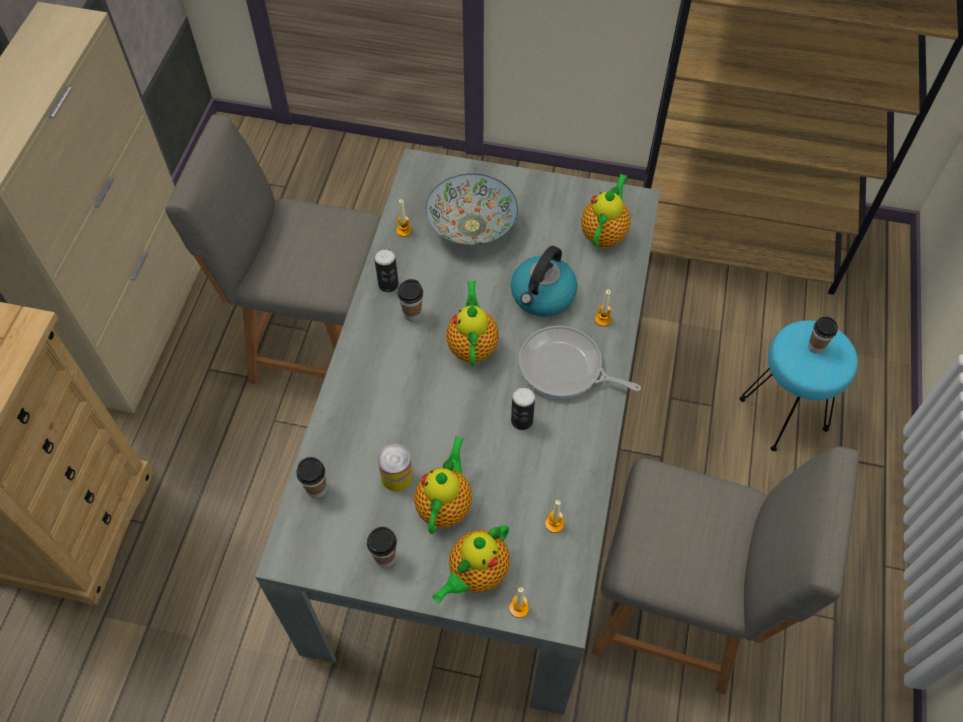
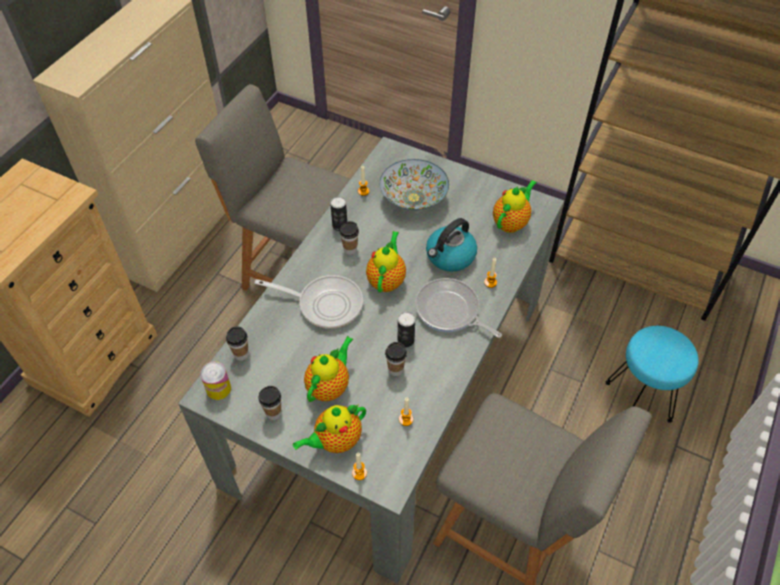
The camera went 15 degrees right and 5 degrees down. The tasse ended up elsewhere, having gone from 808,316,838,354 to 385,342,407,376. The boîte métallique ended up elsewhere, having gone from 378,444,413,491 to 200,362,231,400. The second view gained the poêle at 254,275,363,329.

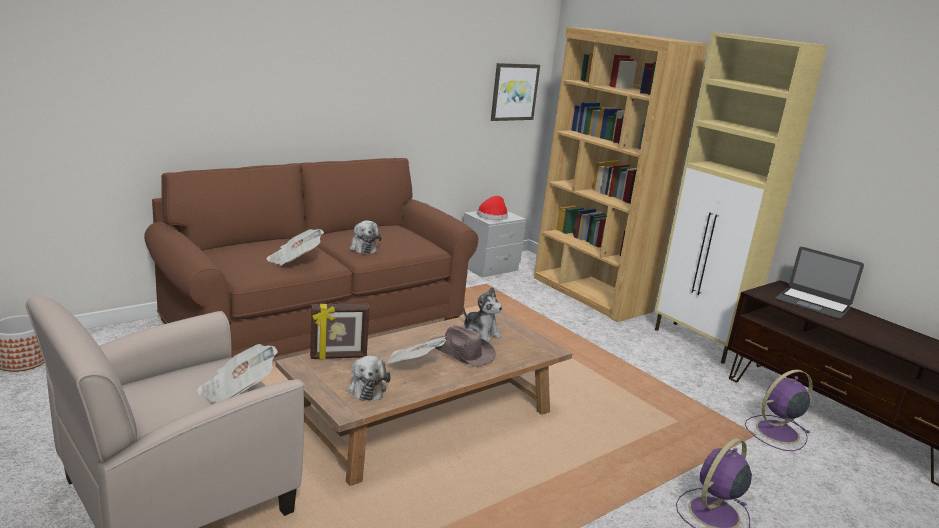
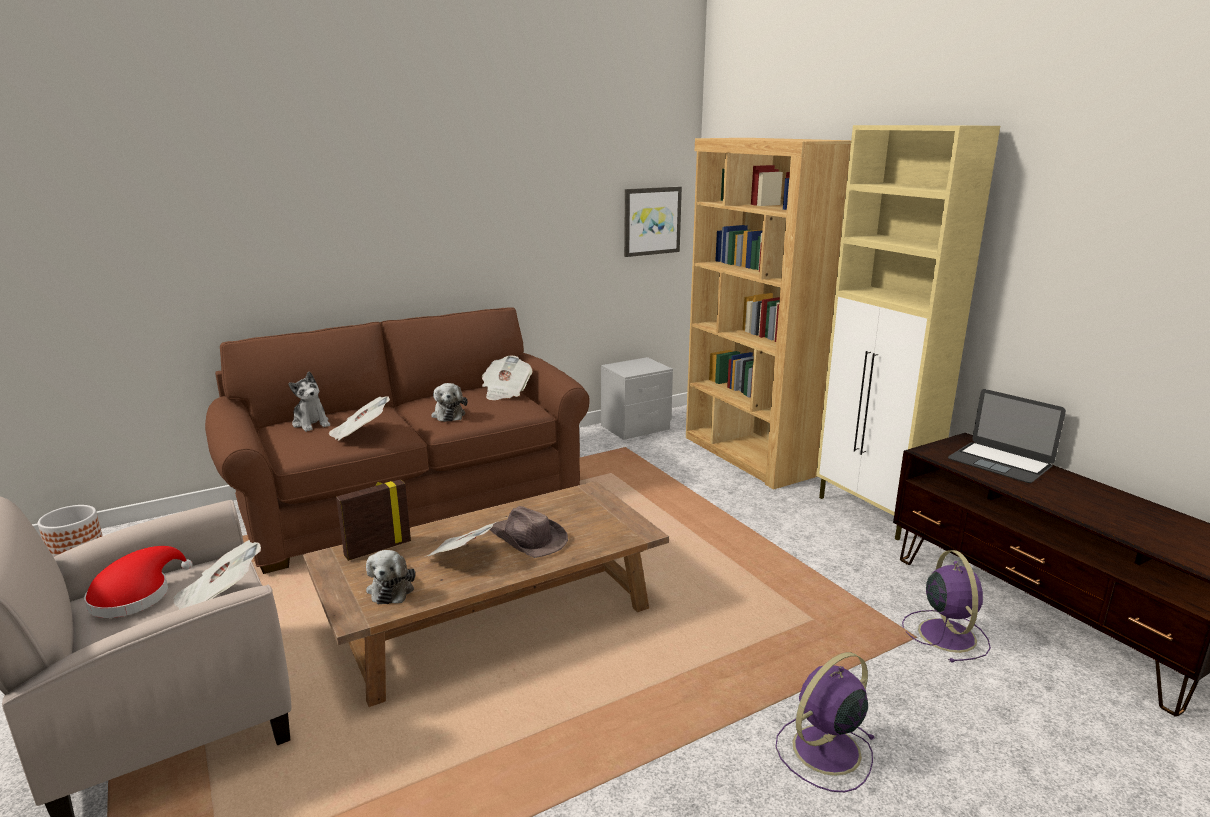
The camera went 10 degrees right and 0 degrees up. The chapeau [rouge] ended up elsewhere, having gone from 477,196,508,220 to 84,546,192,618. The peluche ended up elsewhere, having gone from 463,287,503,343 to 288,372,330,432. The cadre photo at 310,304,369,360 ended up facing another way, 150 degrees clockwise from before. The ventilateur [violet] at 745,370,812,451 ended up facing another way, 105 degrees clockwise from before. The second view gained the journal at 482,356,533,400.

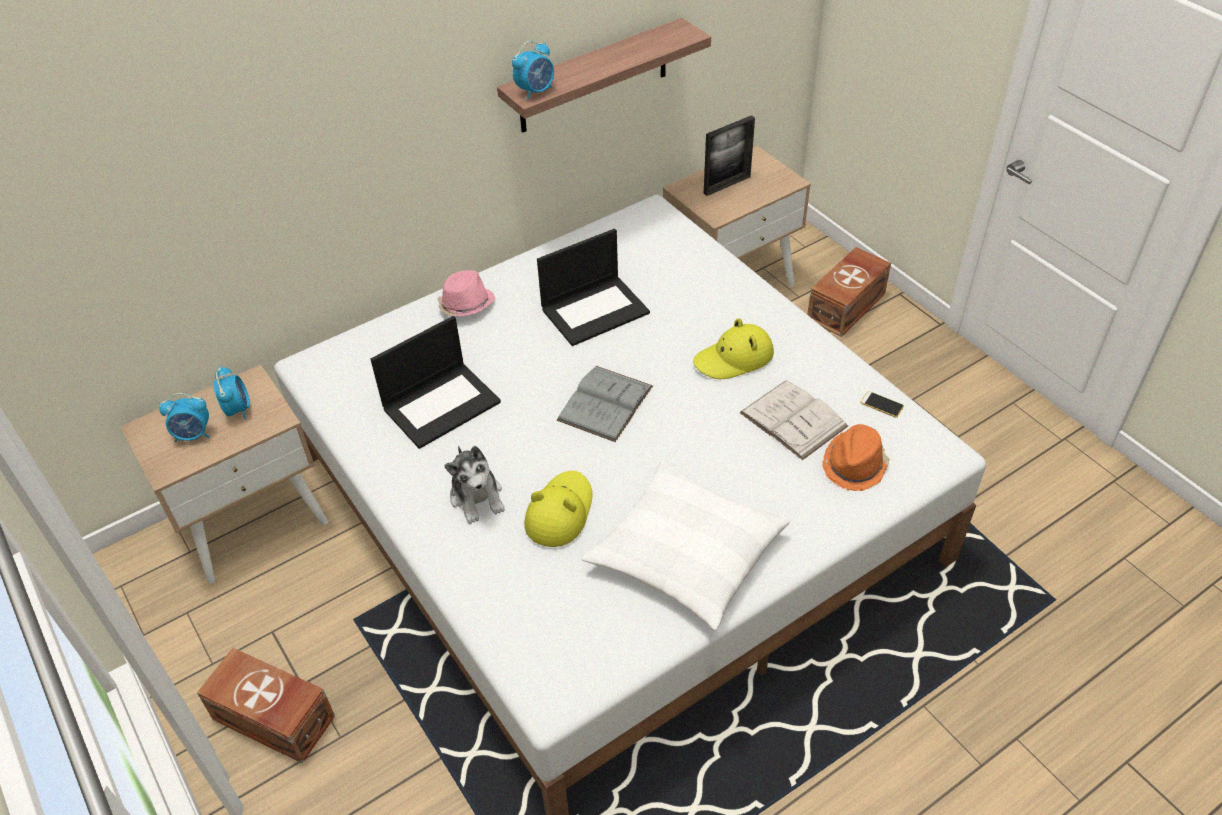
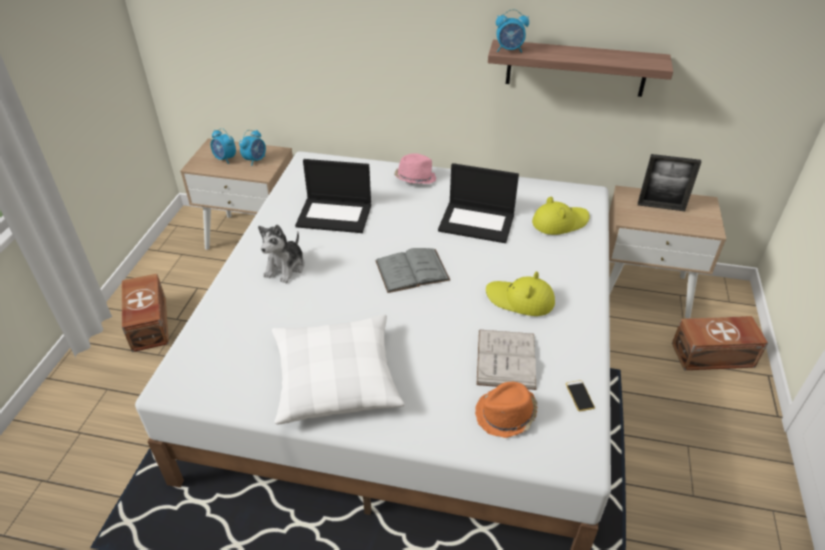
The camera went 45 degrees right and 5 degrees down. The chapeau [jaune] ended up elsewhere, having gone from 524,471,592,547 to 532,197,589,235.

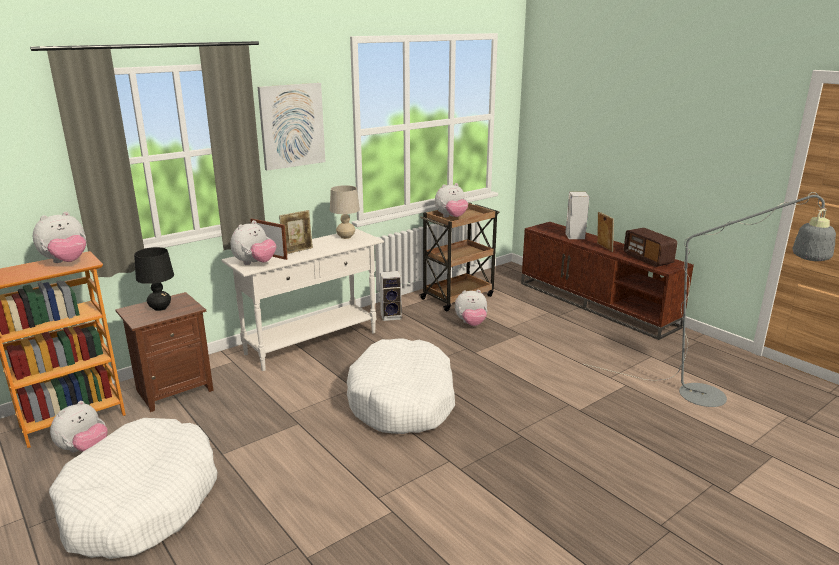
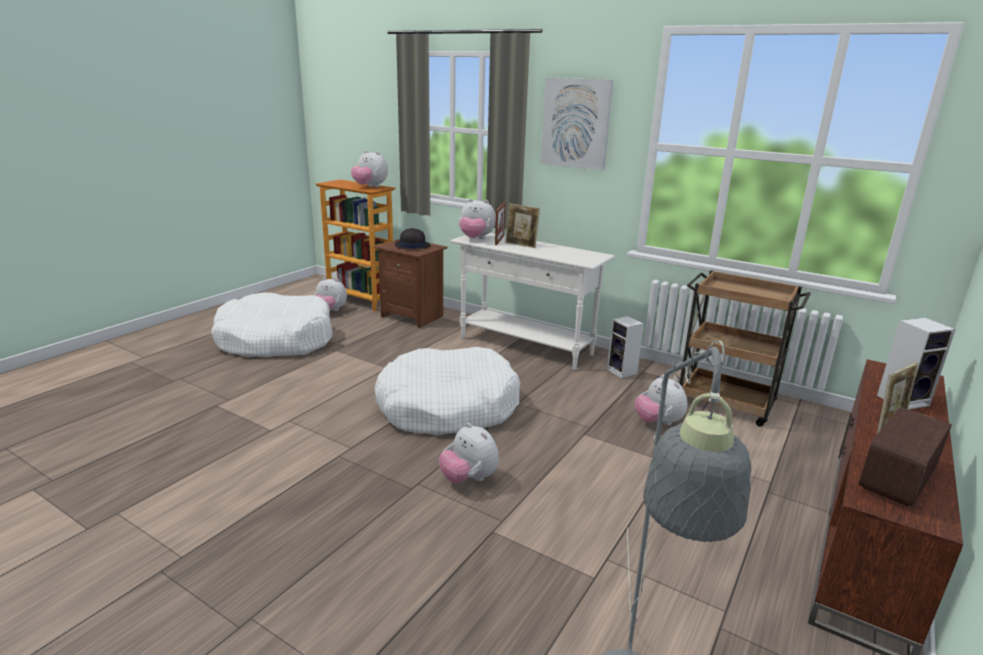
The camera went 70 degrees right and 0 degrees up. The peluche ended up elsewhere, having gone from 435,183,468,217 to 439,423,499,483. The second view lost the lampe de table [beige] at 330,185,360,239. Where the lampe de table [noir] stood at 134,247,174,311, the chapeau [noir] came to stand at 395,228,431,250.

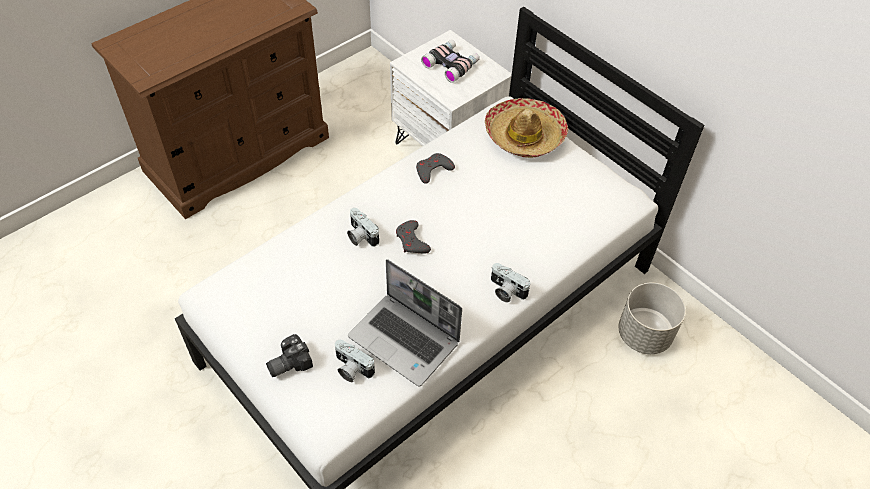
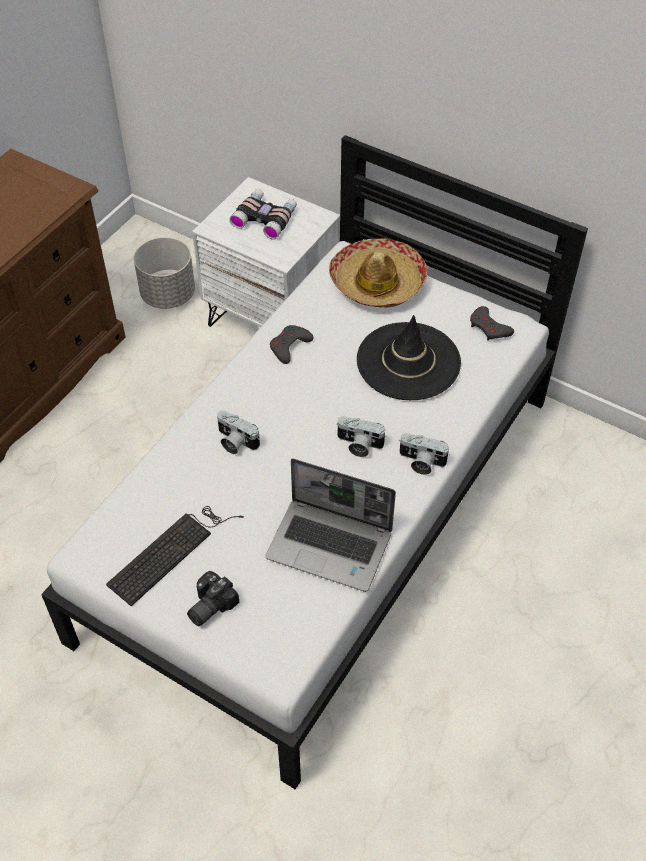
The camera went 15 degrees left and 0 degrees up. The manette [gris] ended up elsewhere, having gone from 396,220,431,254 to 470,306,514,341. The cache-pot [gris] ended up elsewhere, having gone from 619,283,686,354 to 134,237,195,309. The appareil photo ended up elsewhere, having gone from 335,340,375,382 to 336,416,387,457. The second view gained the chapeau [noir] at 357,315,461,400. The second view gained the clavier at 106,506,244,606.

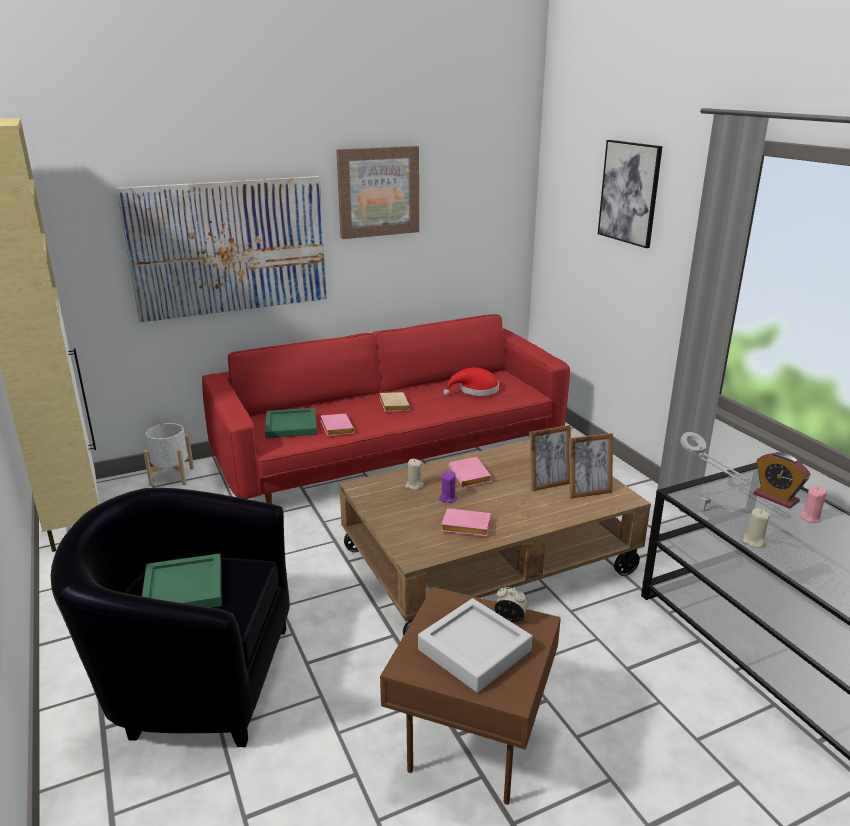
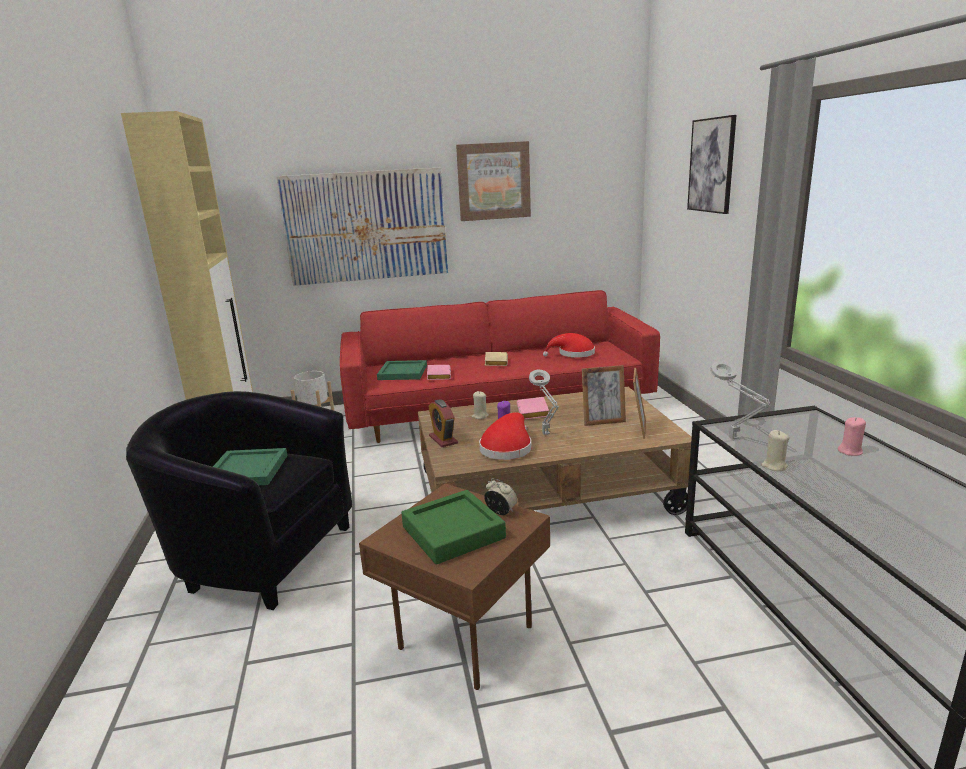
The camera went 15 degrees right and 5 degrees down. The cadre photo at 570,433,613,499 ended up facing another way, 75 degrees counterclockwise from before. The réveil ended up elsewhere, having gone from 754,452,811,509 to 429,399,458,447. Where the livre [rose] stood at 441,508,491,537, the chapeau [rouge] came to stand at 479,412,532,460. What was the plateau [gris] at 418,598,532,693 turned into the plateau [vert] at 401,490,506,565. The second view gained the lampe de table [gris] at 529,370,559,435.

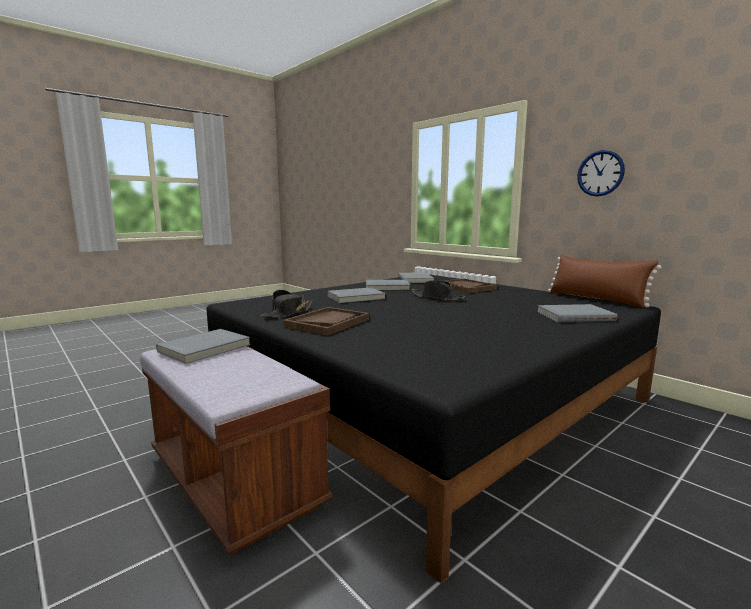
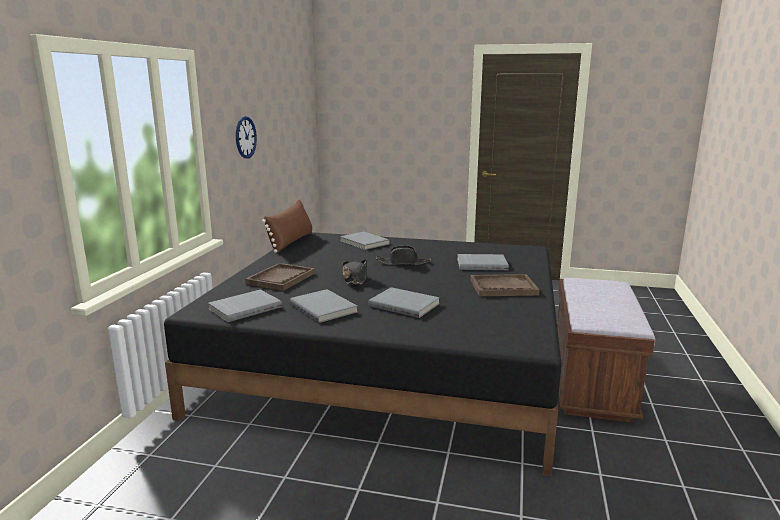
The camera went 125 degrees left and 5 degrees up. The chapeau [noir] ended up elsewhere, having gone from 261,290,313,318 to 376,245,431,265. The livre [gris] ended up elsewhere, having gone from 156,329,250,364 to 457,254,509,270.

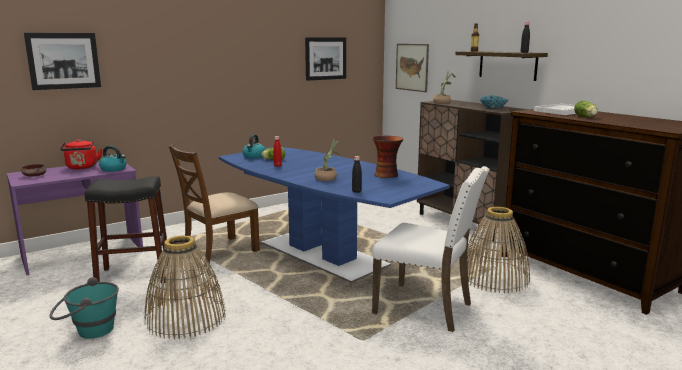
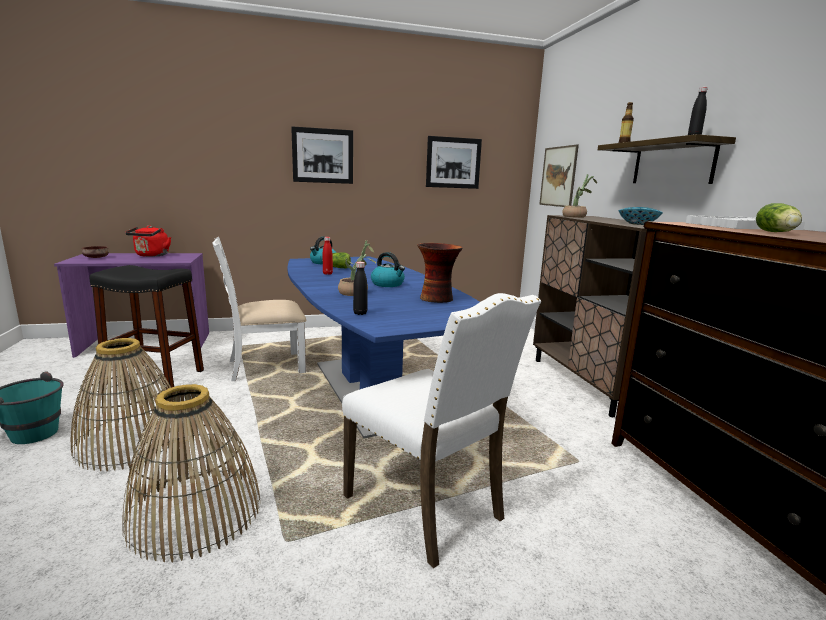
The camera went 20 degrees right and 0 degrees up. The tableau ended up elsewhere, having gone from 24,33,101,90 to 291,126,353,184. What was the chaise [marron] at 169,145,260,267 turned into the chaise [blanc] at 212,237,306,381. The bouilloire ended up elsewhere, having gone from 99,146,126,172 to 371,252,405,287. The panier ended up elsewhere, having gone from 467,207,530,293 to 123,384,260,562.

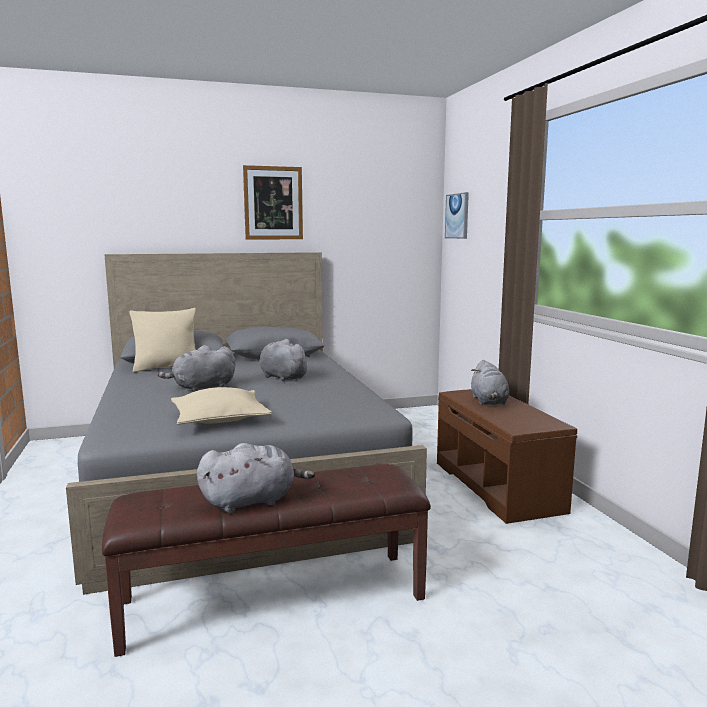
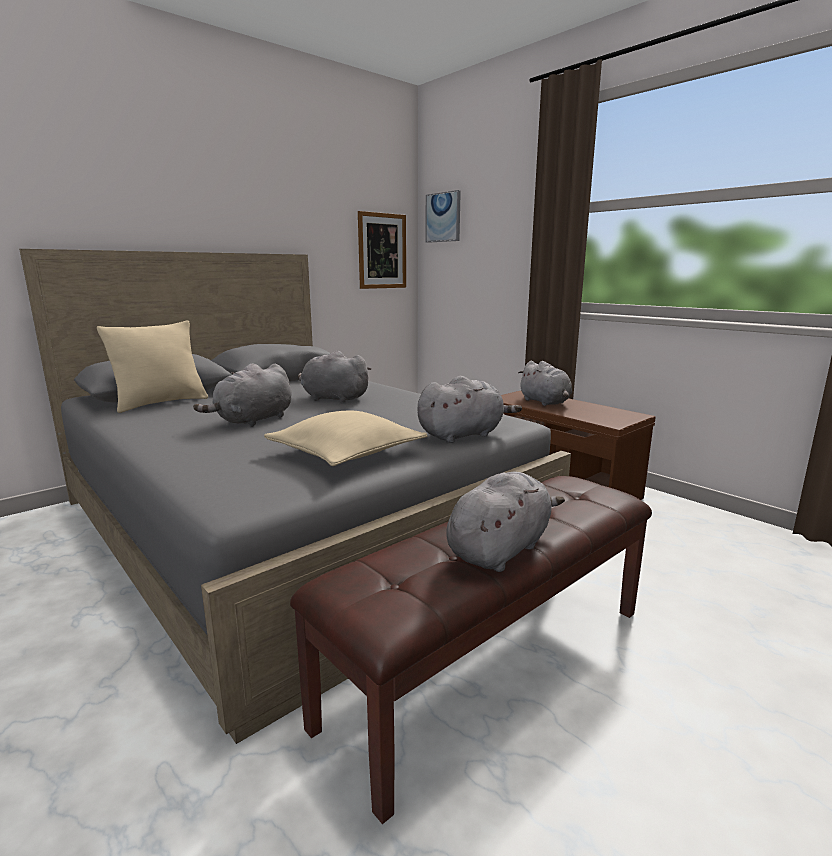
The camera went 25 degrees left and 5 degrees up. The tableau ended up elsewhere, having gone from 243,165,303,239 to 358,211,406,289. The second view gained the peluche [gris] at 418,376,522,443.

